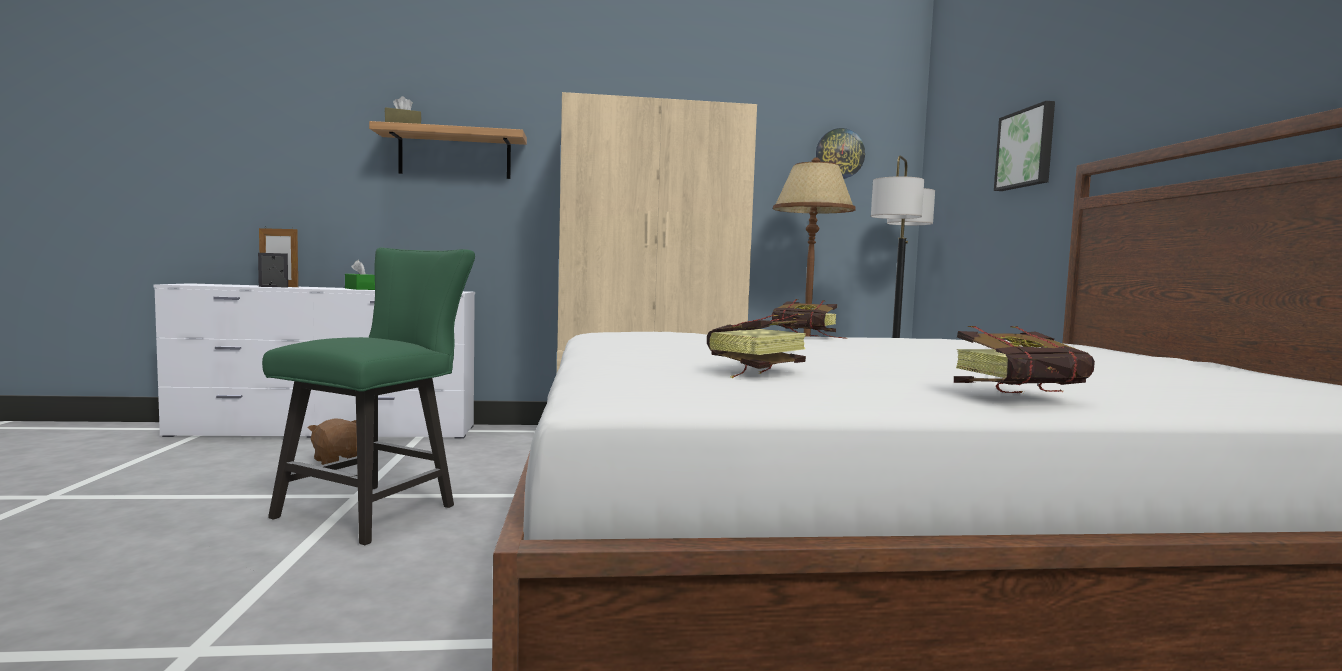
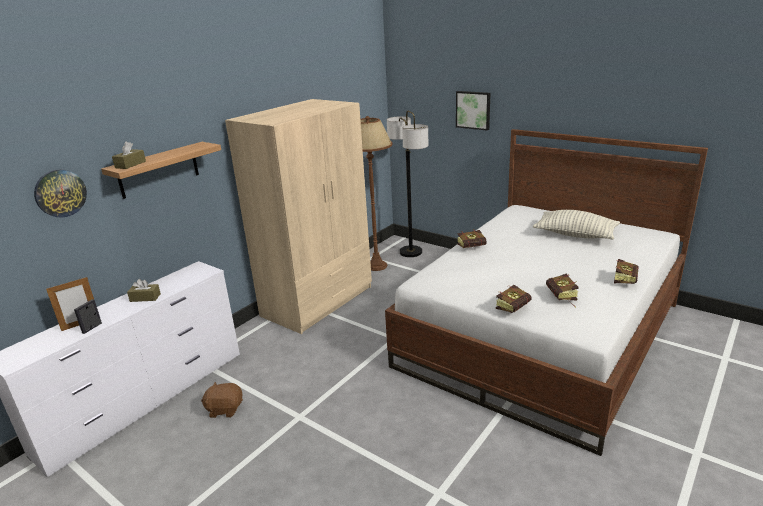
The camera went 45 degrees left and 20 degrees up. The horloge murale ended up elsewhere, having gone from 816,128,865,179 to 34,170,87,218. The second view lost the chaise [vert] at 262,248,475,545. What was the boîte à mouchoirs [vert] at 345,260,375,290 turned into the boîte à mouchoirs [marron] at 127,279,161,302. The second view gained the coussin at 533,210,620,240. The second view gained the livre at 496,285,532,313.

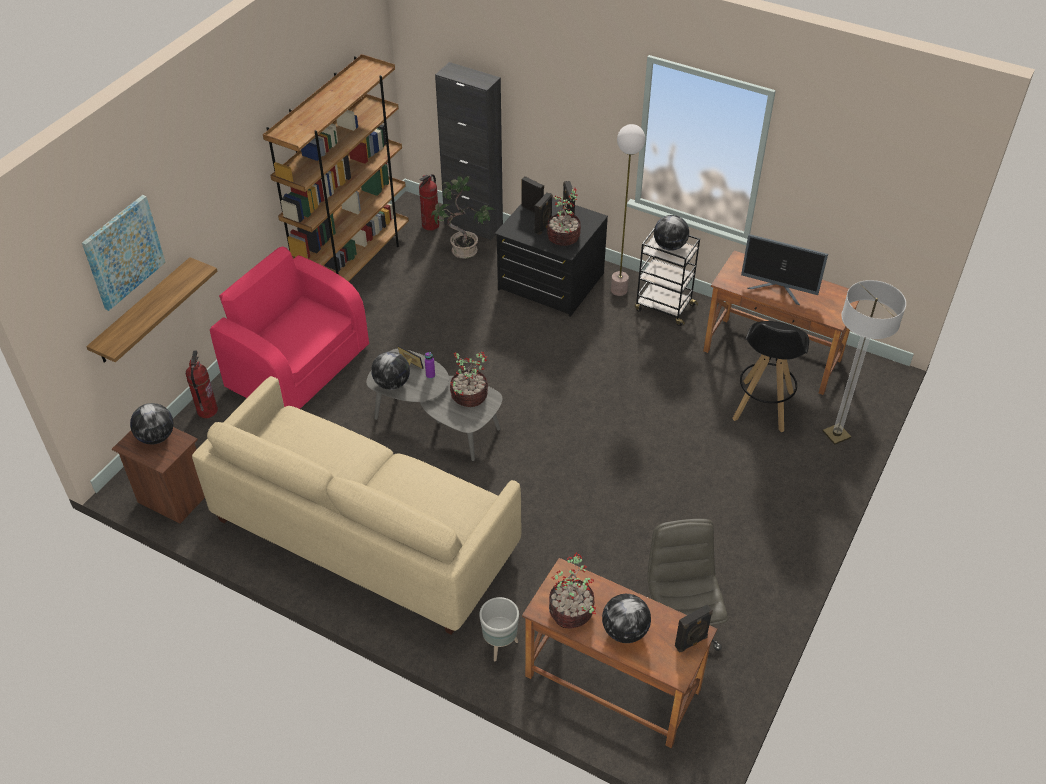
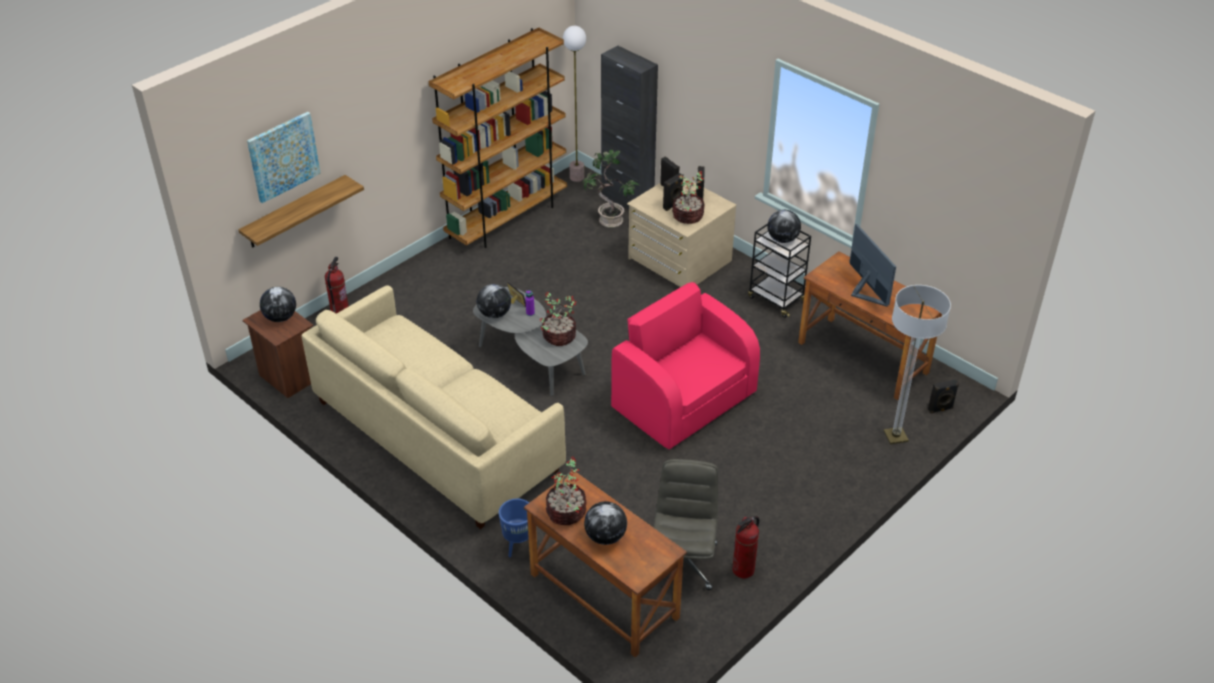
The camera went 15 degrees right and 5 degrees down. The lampadaire ended up elsewhere, having gone from 611,124,645,296 to 563,26,586,182. The extincteur ended up elsewhere, having gone from 419,174,439,231 to 732,516,759,579. What was the commode [noir] at 495,198,608,317 turned into the commode [beige] at 627,178,736,287. The écran d'ordinateur at 741,234,828,306 ended up facing another way, 150 degrees counterclockwise from before. The fauteuil [rose] ended up elsewhere, having gone from 210,246,369,409 to 611,282,760,449. The second view lost the tabouret [noir] at 732,321,809,432. What was the cache-pot [gris] at 479,597,519,661 turned into the cache-pot [bleu] at 499,499,529,557. The enceinte [noir] ended up elsewhere, having gone from 675,604,713,653 to 928,379,959,413.

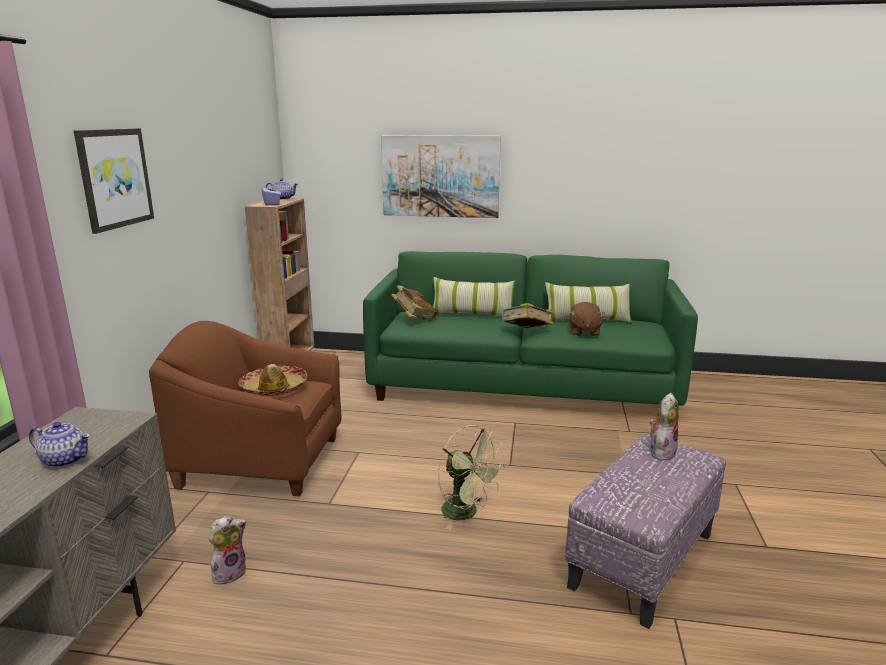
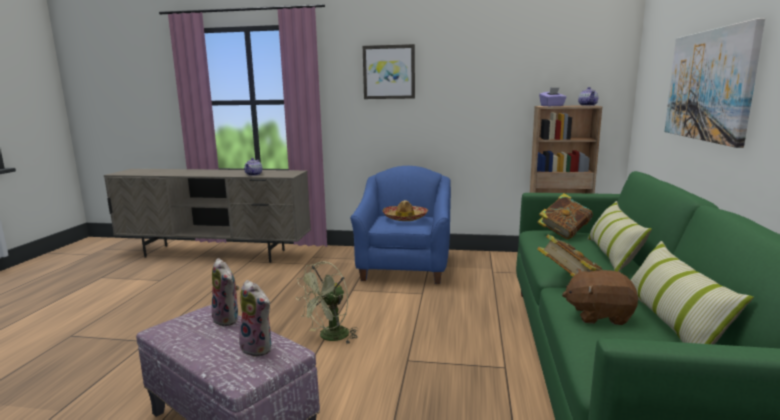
The camera went 90 degrees right and 5 degrees down. What was the fauteuil [marron] at 149,321,341,496 turned into the fauteuil [bleu] at 350,166,451,284. The peluche ended up elsewhere, having gone from 209,516,246,584 to 211,258,239,326.

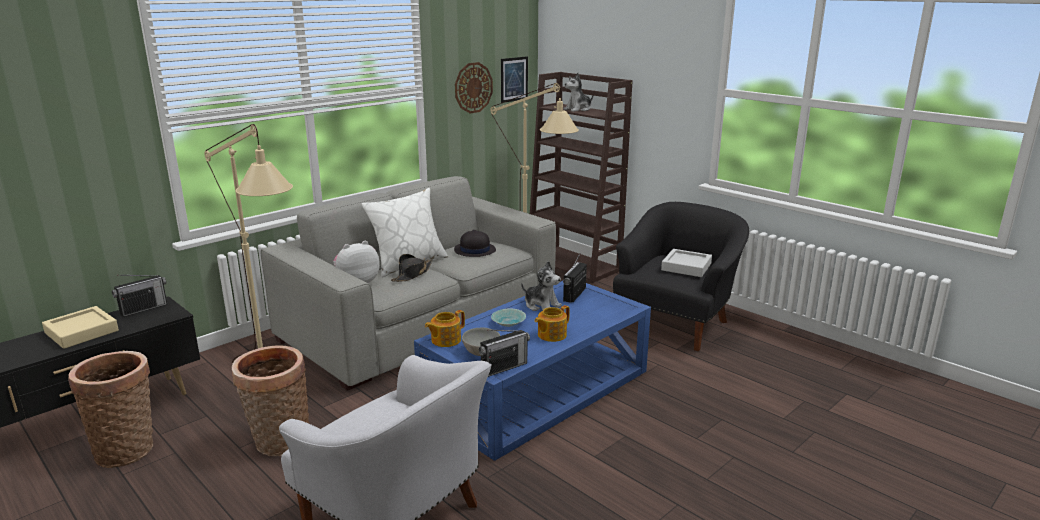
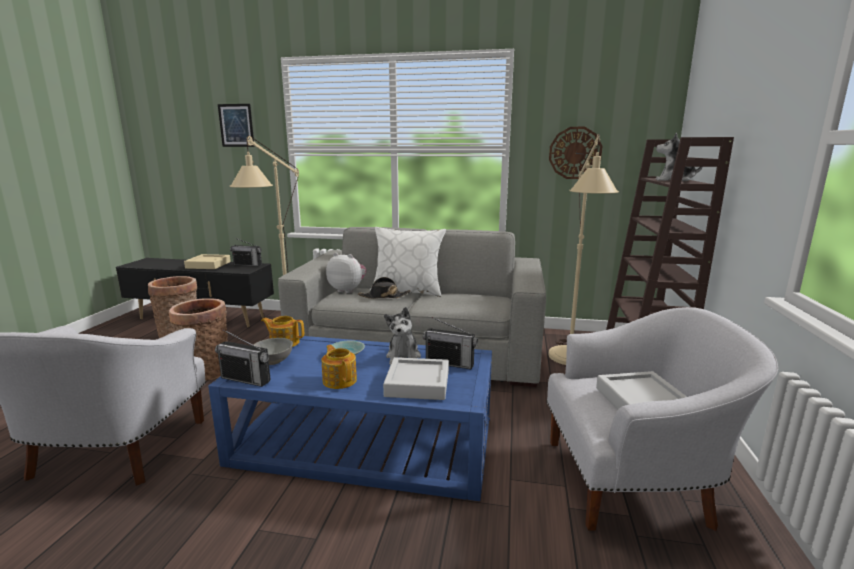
The camera went 55 degrees right and 5 degrees down. The tableau ended up elsewhere, having gone from 501,56,528,103 to 218,104,255,147. What was the fauteuil [noir] at 613,202,749,351 turned into the fauteuil [blanc] at 547,307,778,531. The second view lost the chapeau [noir] at 454,230,496,257. The radio at 563,253,587,303 ended up facing another way, 150 degrees counterclockwise from before. The théière at 535,305,570,342 ended up facing another way, 45 degrees clockwise from before. The second view gained the plateau [gris] at 383,357,449,400.

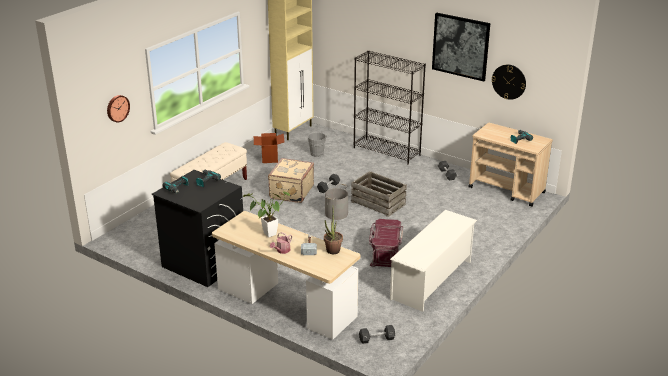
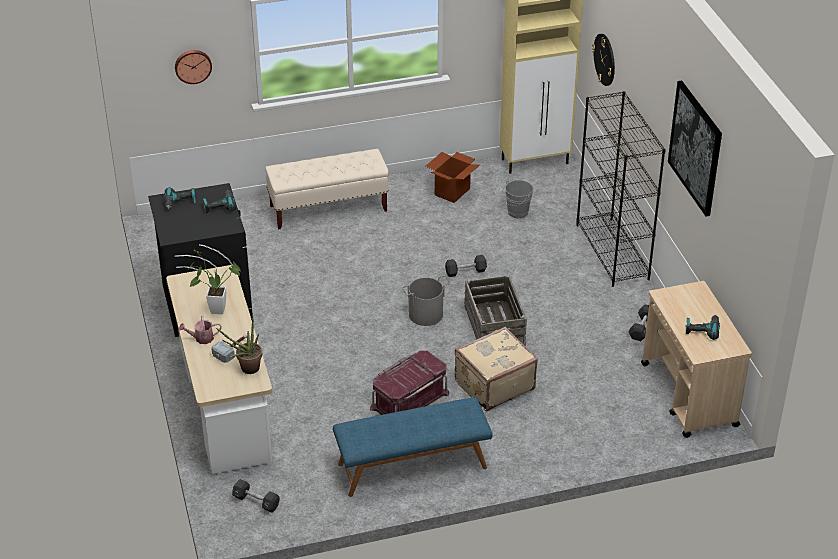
The camera went 40 degrees right and 10 degrees up. The horloge murale ended up elsewhere, having gone from 492,65,526,100 to 592,34,615,86. The valise [beige] ended up elsewhere, having gone from 268,158,314,203 to 455,327,538,411. Where the étagère à chaussures [blanc] stood at 390,210,477,312, the banc [bleu] came to stand at 333,397,493,497.

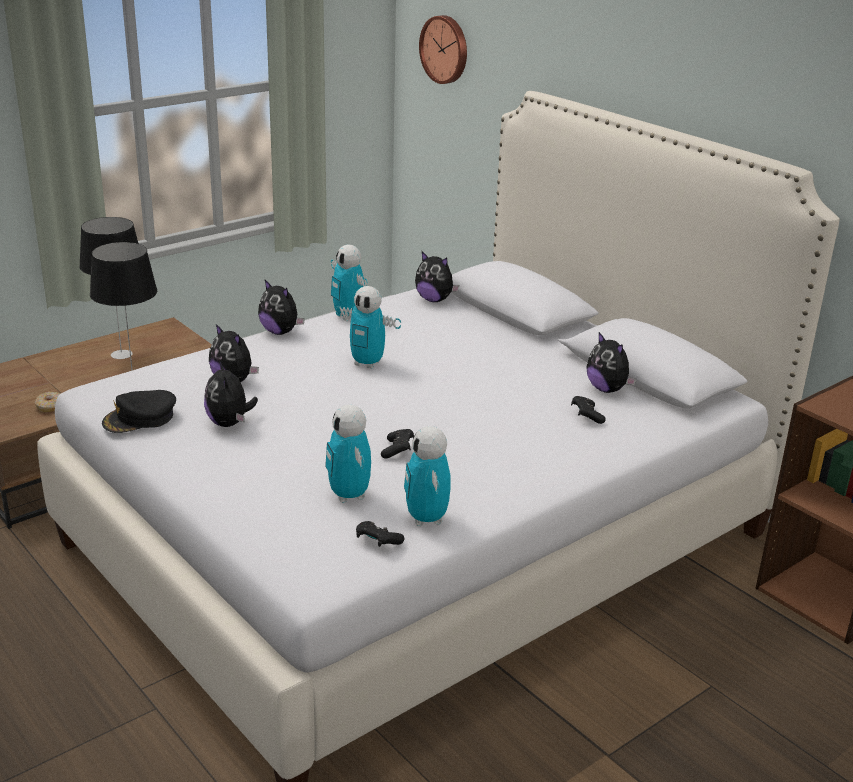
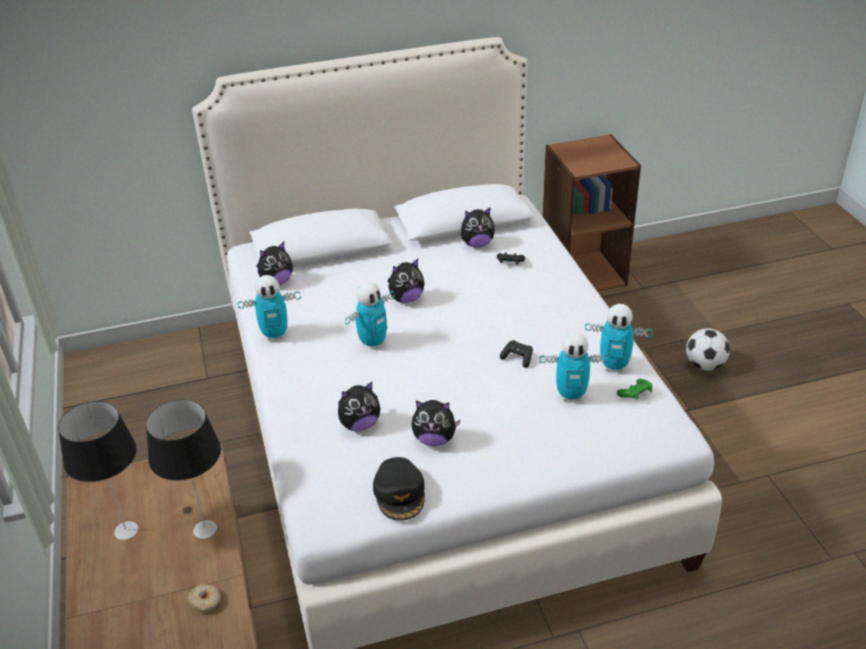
The camera went 65 degrees left and 10 degrees up. The second view lost the horloge murale at 419,15,467,84. The peluche ended up elsewhere, having gone from 258,280,305,335 to 387,259,425,303. What was the manette [noir] at 356,521,404,547 turned into the manette [vert] at 617,379,652,400. The second view gained the ballon de foot at 686,328,730,371.

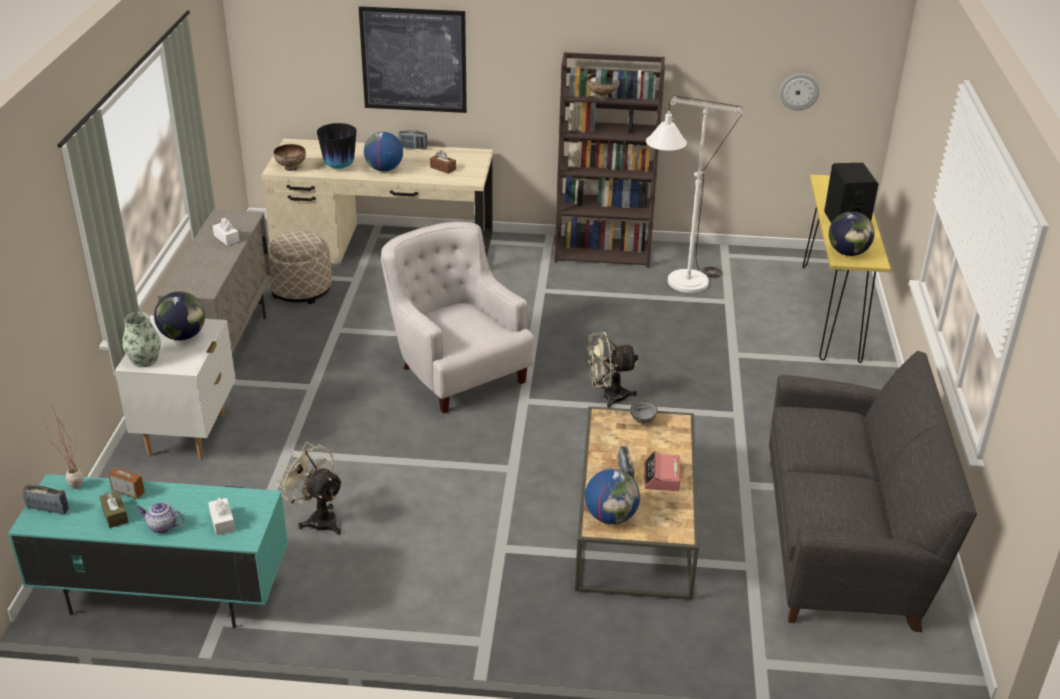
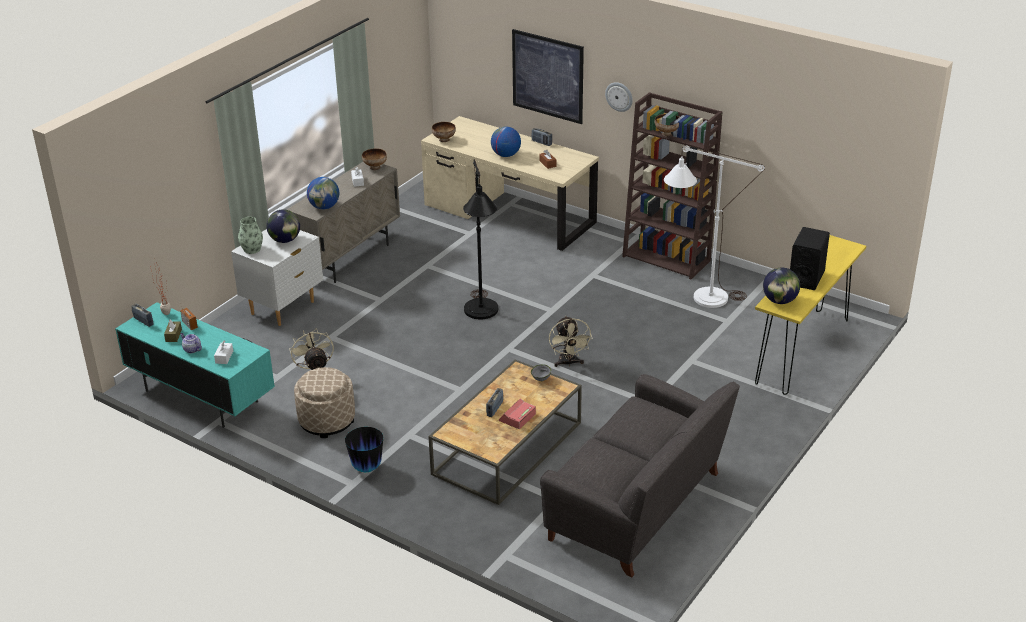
The camera went 30 degrees right and 0 degrees up. The horloge murale ended up elsewhere, having gone from 779,73,820,110 to 605,82,633,112. The vase ended up elsewhere, having gone from 317,123,357,169 to 345,427,383,472. Where the fauteuil [blanc] stood at 381,222,534,413, the lampadaire [noir] came to stand at 463,159,498,319. The pouf [beige] ended up elsewhere, having gone from 268,231,332,304 to 294,367,355,438. The ventilateur [beige] at 587,332,638,408 ended up facing another way, 120 degrees counterclockwise from before. The globe ended up elsewhere, having gone from 585,469,640,524 to 307,177,339,209. The second view gained the bol at 362,148,387,170.

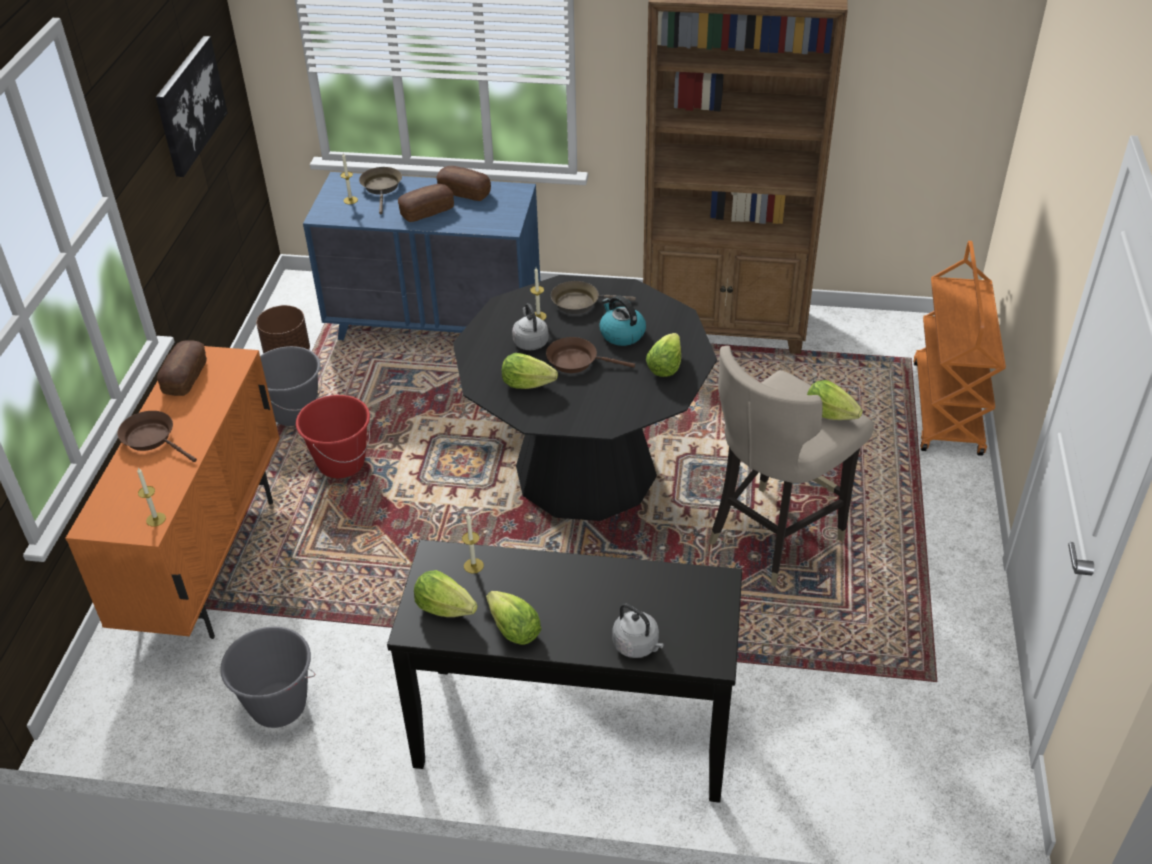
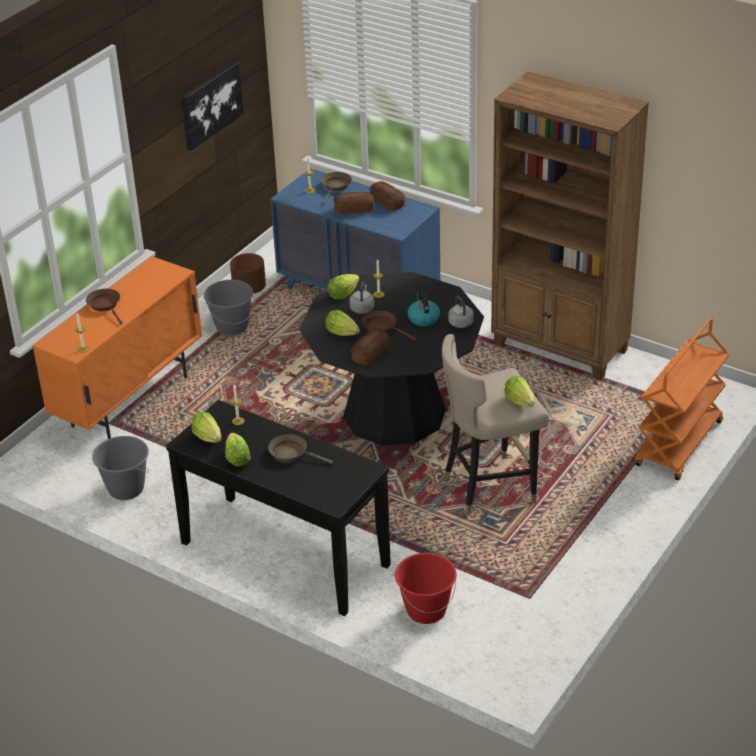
The camera went 25 degrees right and 5 degrees down. The poêle [marron] ended up elsewhere, having gone from 551,281,636,314 to 268,434,333,464. The laitue ended up elsewhere, having gone from 646,333,681,377 to 327,274,359,300. The pain ended up elsewhere, having gone from 157,340,207,396 to 351,329,389,365. The seau [rouge] ended up elsewhere, having gone from 296,395,370,478 to 395,553,457,624. The bouilloire [gris] ended up elsewhere, having gone from 612,603,664,658 to 449,296,474,328.

